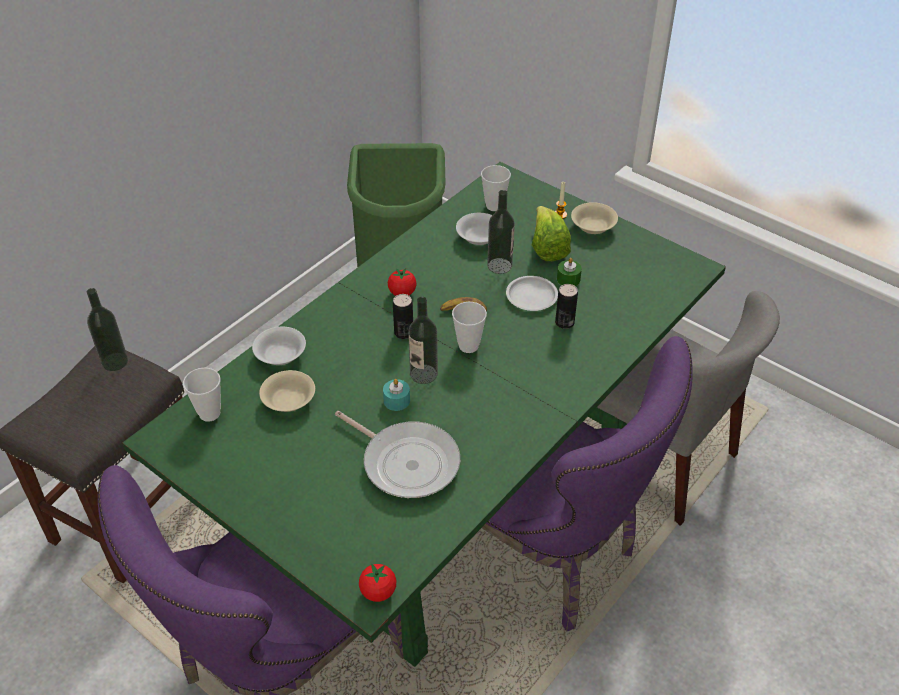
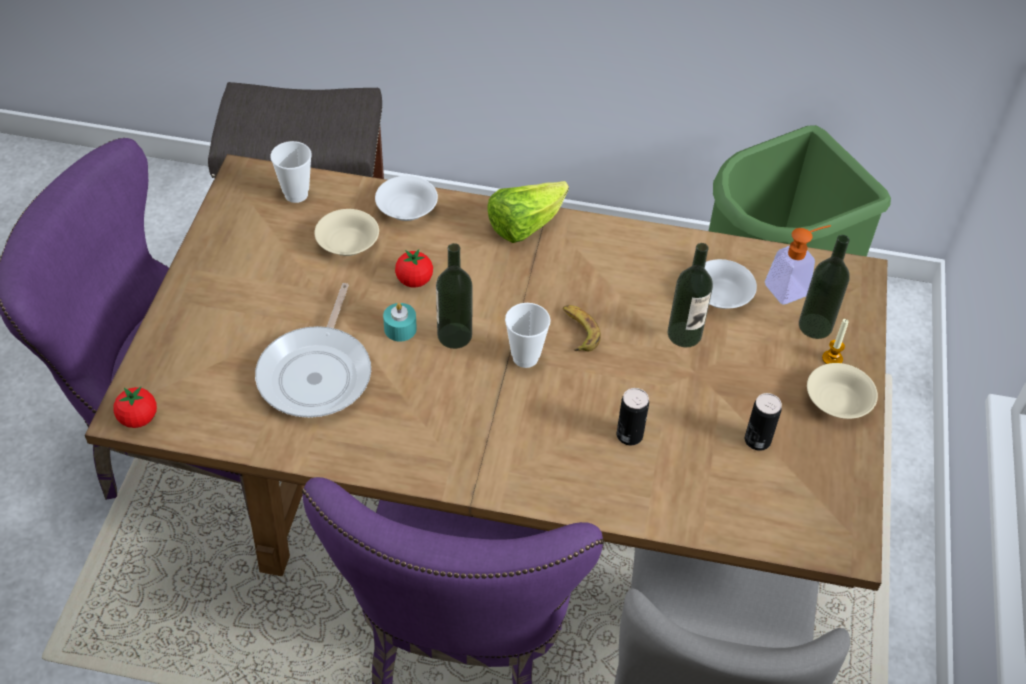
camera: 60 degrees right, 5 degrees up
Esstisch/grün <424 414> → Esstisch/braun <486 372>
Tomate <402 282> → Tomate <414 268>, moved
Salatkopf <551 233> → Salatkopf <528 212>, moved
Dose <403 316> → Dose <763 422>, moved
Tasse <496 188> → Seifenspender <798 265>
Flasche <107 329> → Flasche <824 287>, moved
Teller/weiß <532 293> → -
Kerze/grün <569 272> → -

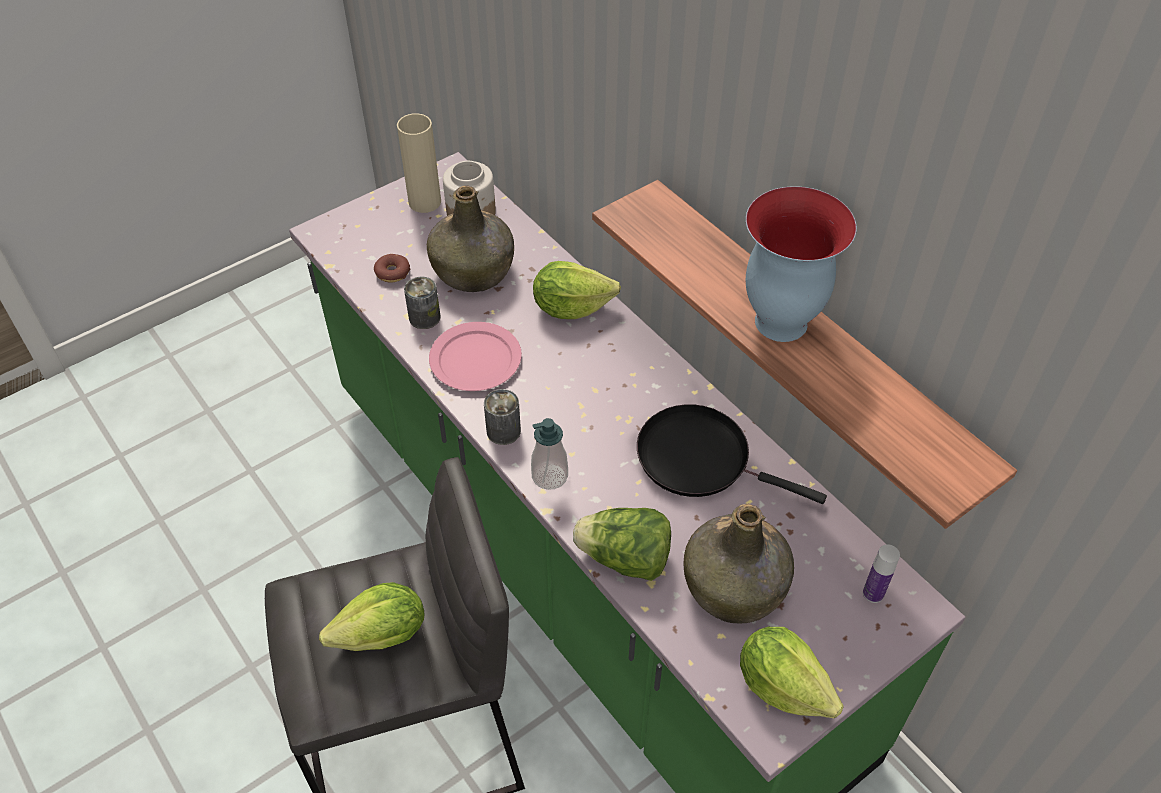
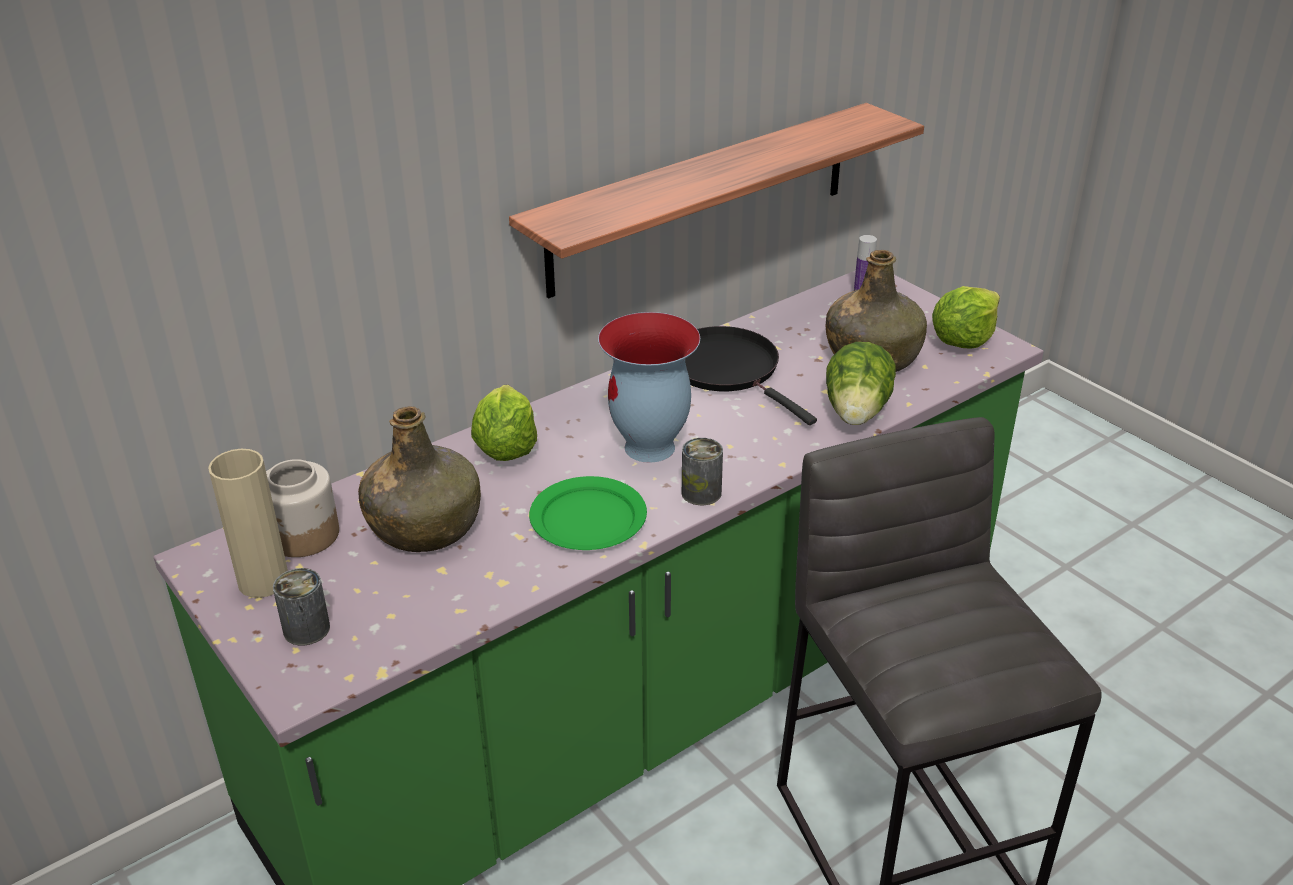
camera: 90 degrees left, 15 degrees down
Dose <422 303> → Dose <301 607>, moved
Teller/rosa <475 356> → Teller/grün <588 513>
Vase <801 264> → Vase <649 387>, moved
Pfanne/schwarz <732 454> → Pfanne/schwarz <751 375>, 120 degrees clockwise
Salatkopf <371 616> → -
Donut <392 268> → -
Seifenspender <549 454> → -

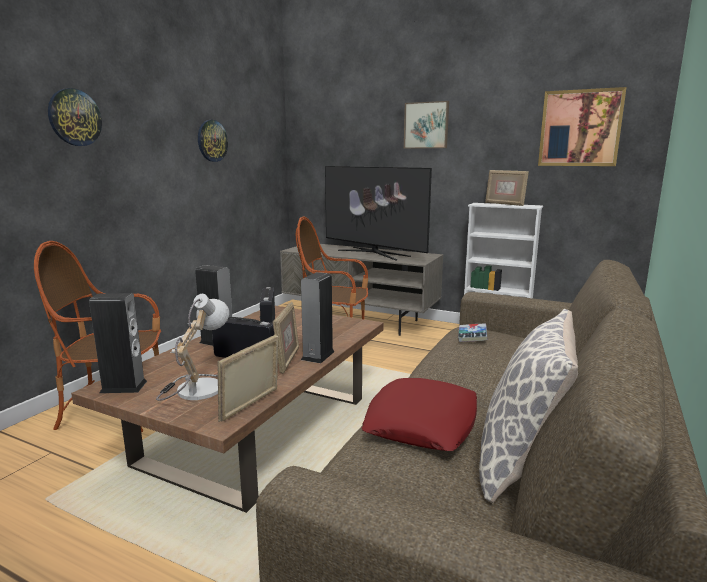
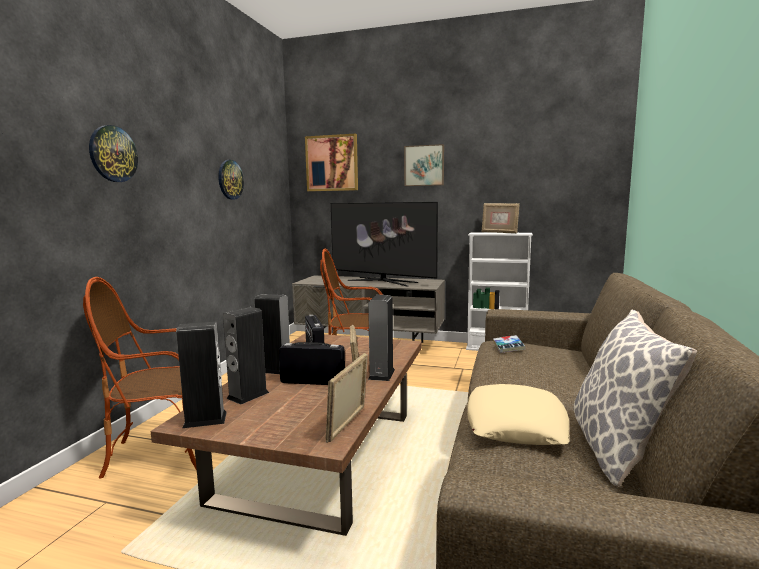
camera: 10 degrees left, 5 degrees down
- → Lautsprecher <246 356>
Bild <582 126> → Bild <331 162>, moved
Kissen/rot <419 414> → Kissen/beige <518 414>
Tischlampe <192 347> → -

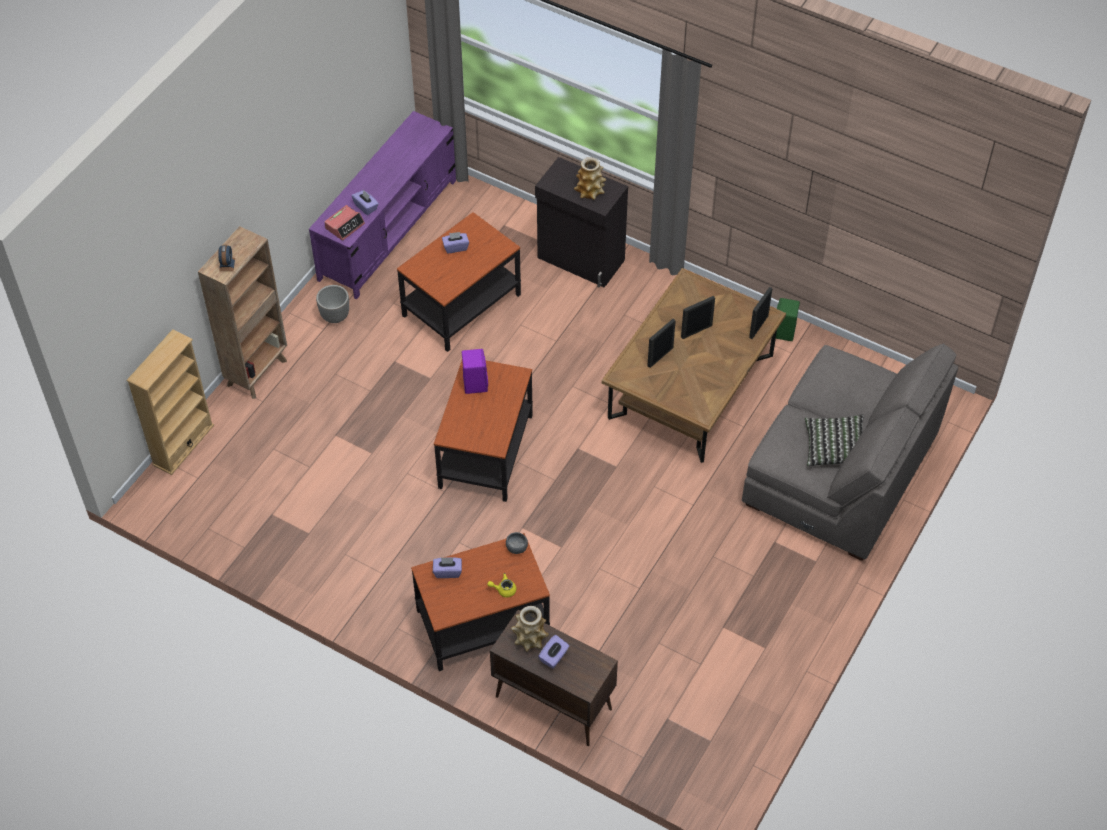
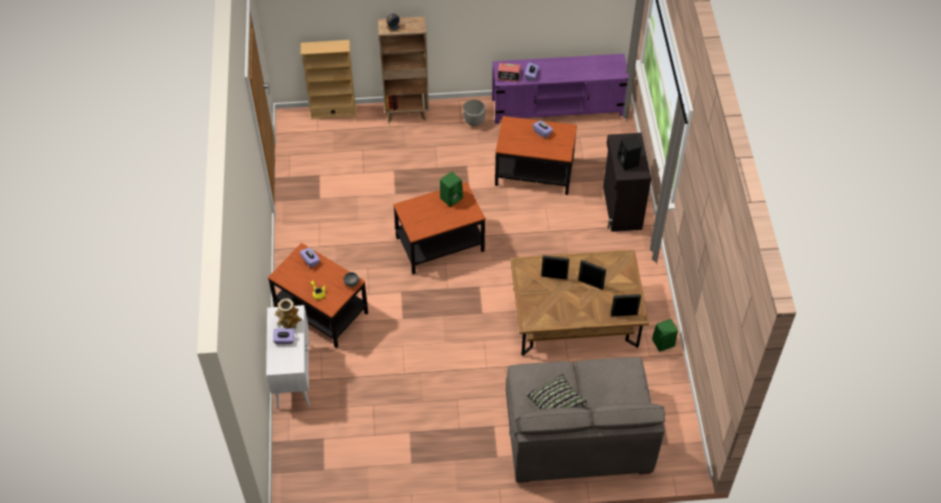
camera: 55 degrees right, 0 degrees up
Schrank/braun <554 678> → Schrank/weiß <288 357>
Lautsprecher/lila <475 371> → Lautsprecher/grün <451 189>
Vase <590 178> → Lautsprecher/schwarz <630 152>

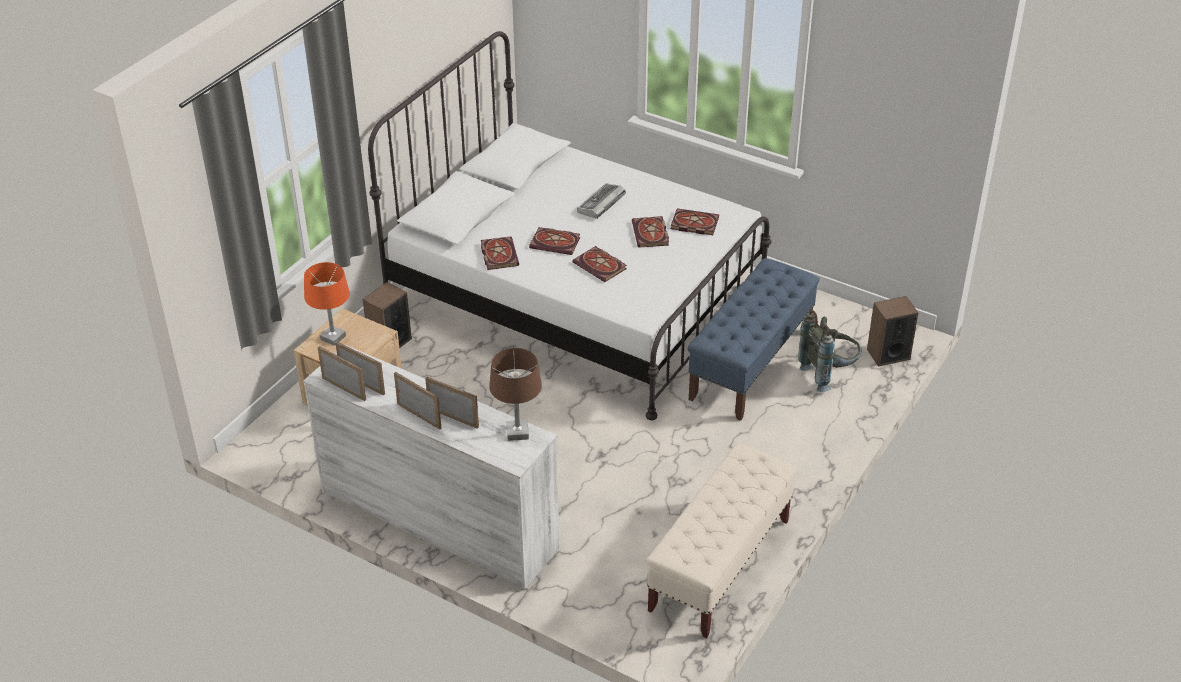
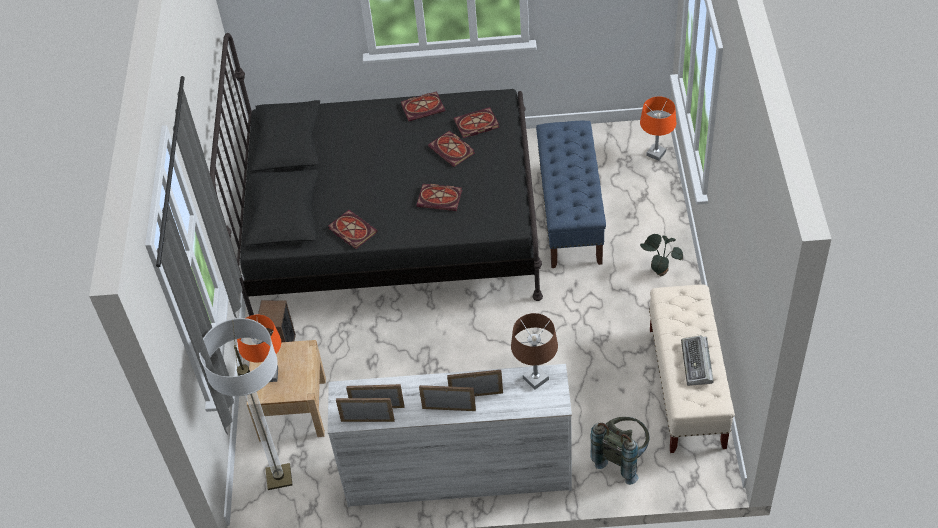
camera: 30 degrees left, 10 degrees up
- → Stehlampe <246 404>
Bett/weiß <569 225> → Bett/schwarz <376 174>
Buch <554 241> → Buch <423 106>, moved
Rucksack/grau <829 351> → Rucksack/grau <620 451>, moved
Lautsprecher <892 331> → Tischlampe/orange <658 128>
- → Topfpflanze <661 255>
Tastatur <601 201> → Tastatur <697 360>, moved

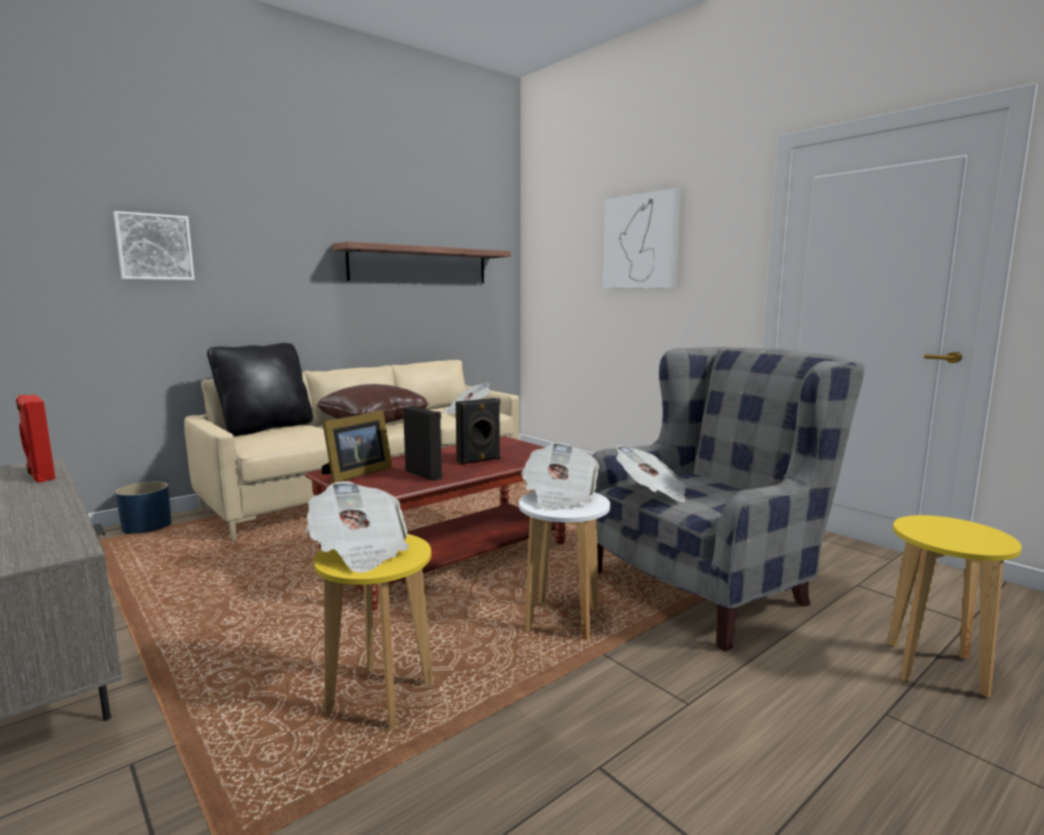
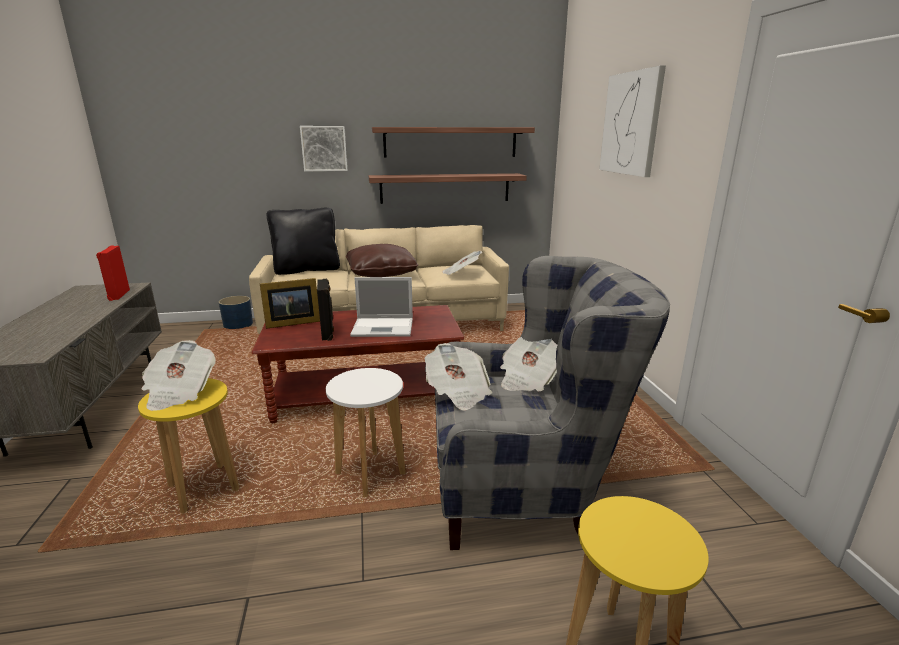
camera: 30 degrees right, 10 degrees up
Bild <154 245> → Bild <323 148>, moved
Lautsprecher/schwarz <478 431> → Laptop <381 307>
- → Wandregal <448 188>
Zeitung <560 476> → Zeitung <528 364>, moved

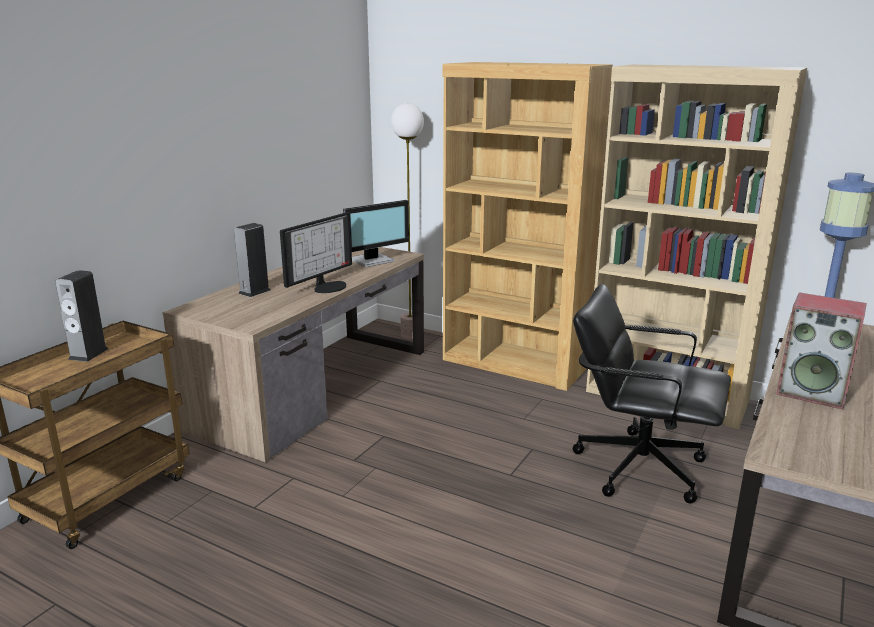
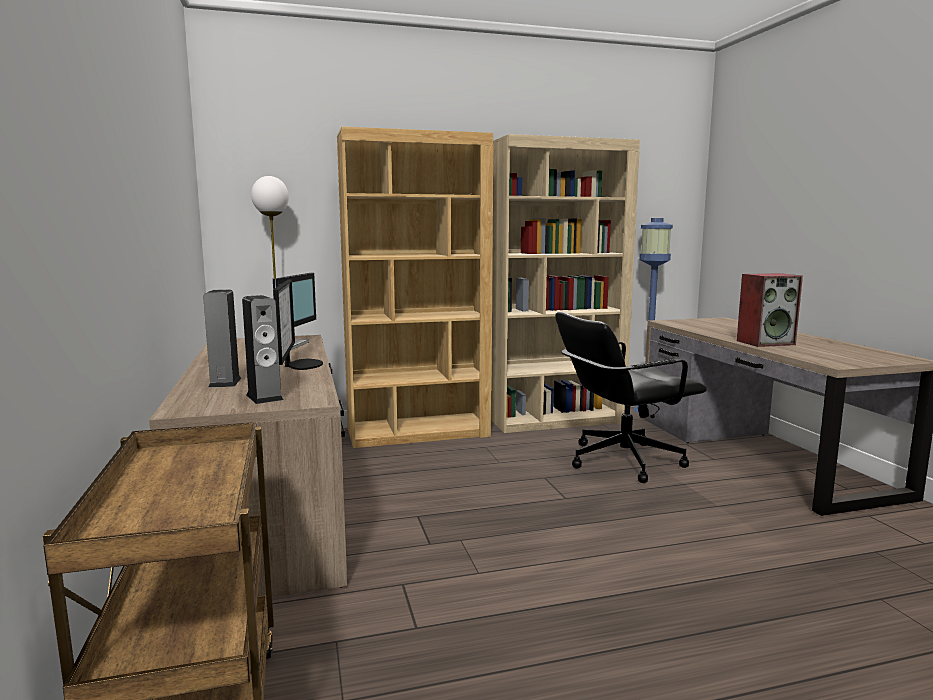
camera: 45 degrees left, 10 degrees down
Lautsprecher <81 316> → Lautsprecher <262 349>, moved

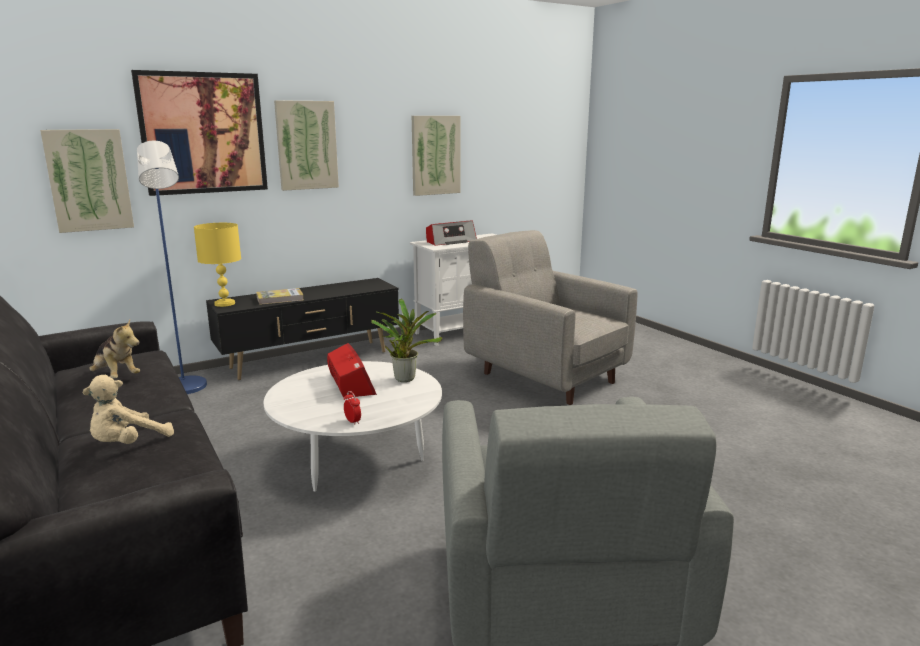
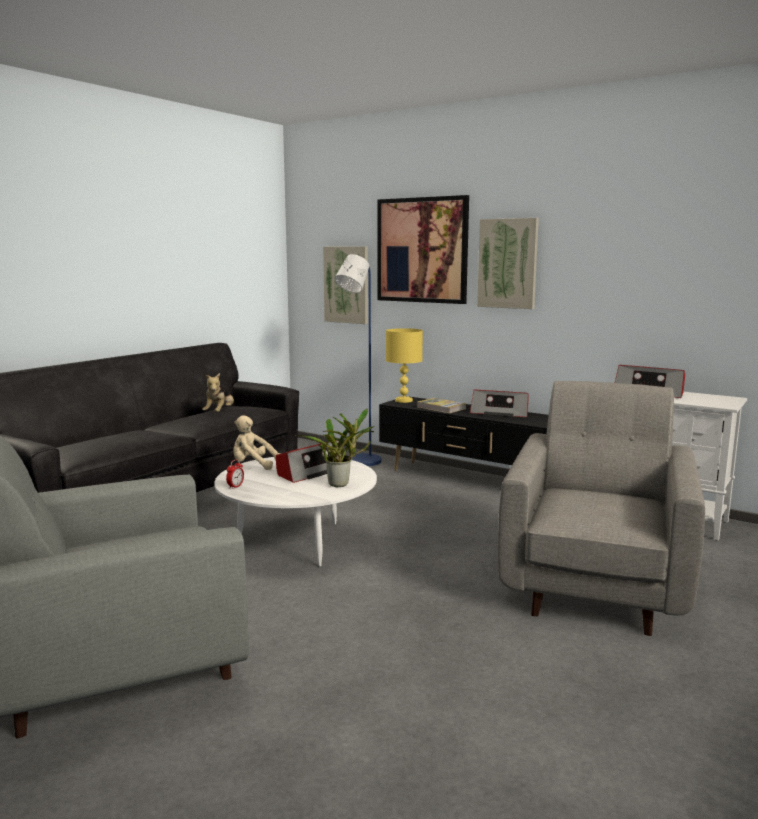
camera: 65 degrees right, 5 degrees down
Plüschtier/beige <128 409> → Plüschtier/beige <256 442>, moved
- → Radio <499 403>
Bild <436 156> → -

